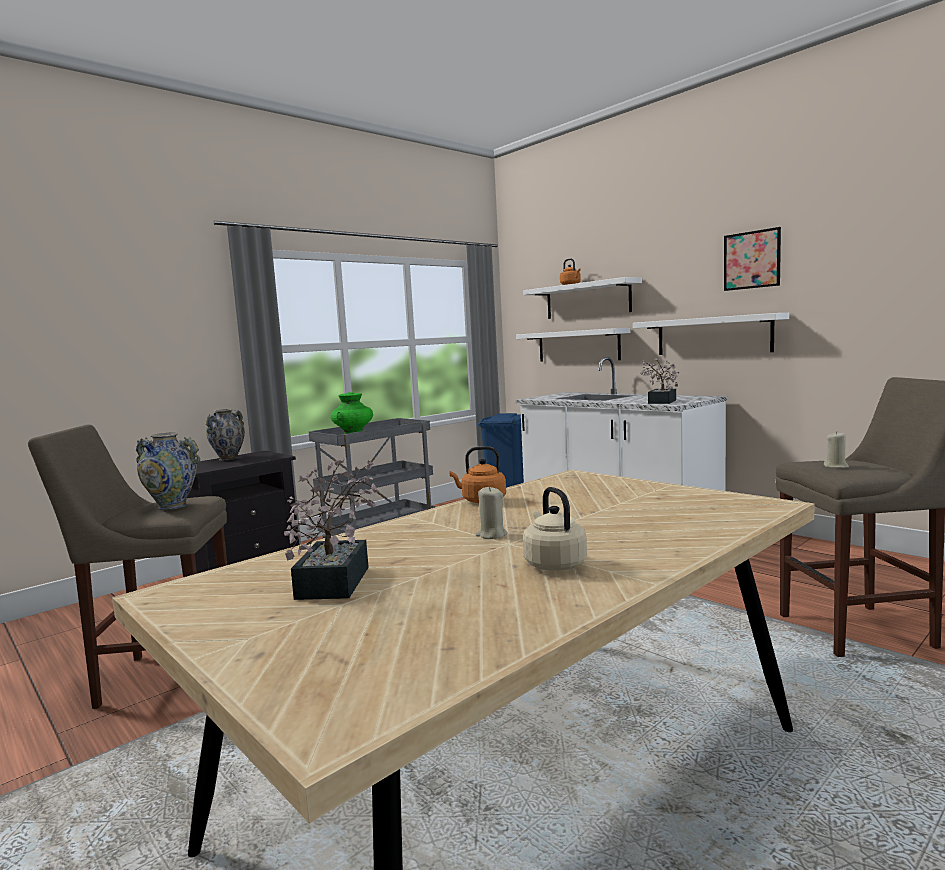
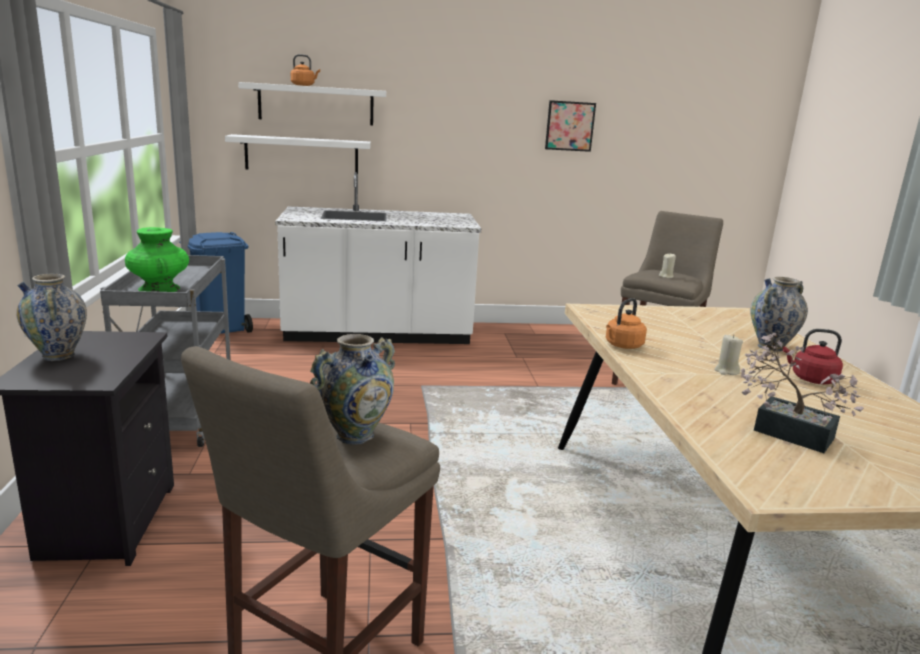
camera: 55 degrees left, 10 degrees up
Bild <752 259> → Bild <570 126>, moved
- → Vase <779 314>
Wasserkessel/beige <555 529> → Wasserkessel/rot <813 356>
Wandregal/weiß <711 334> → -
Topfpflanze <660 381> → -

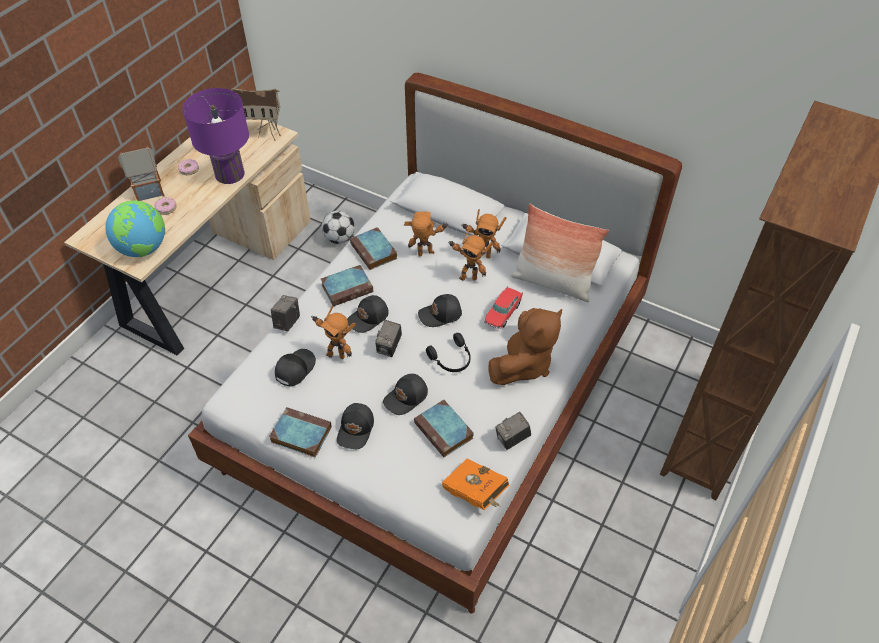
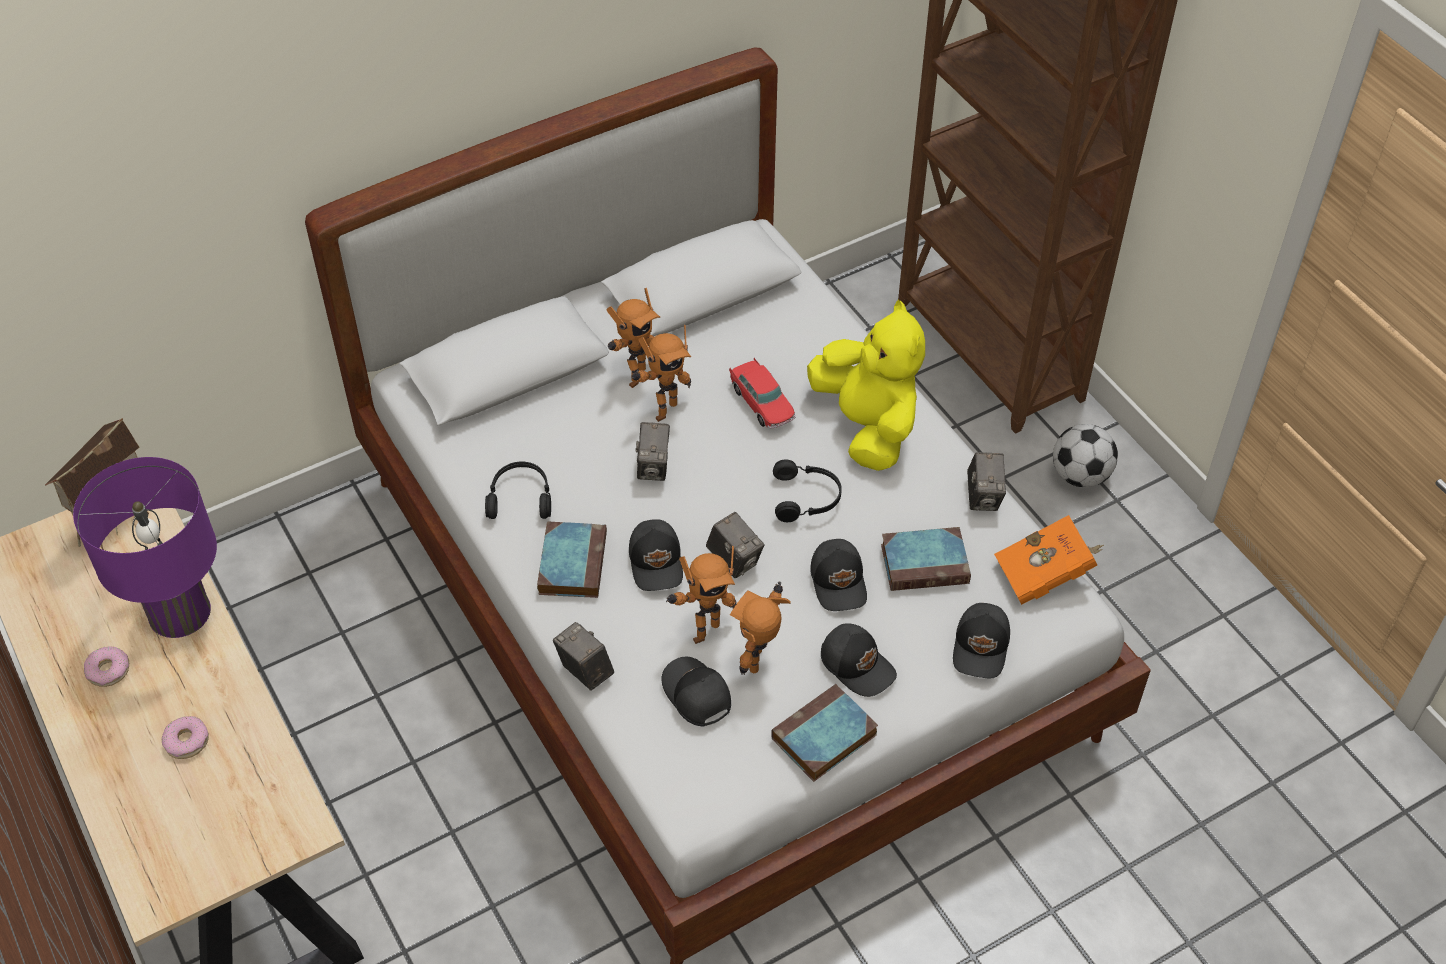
camera: 60 degrees left, 0 degrees up
Buch <373 248> → Kopfhörer/schwarz <518 490>
- → Kamera <652 451>
Spielzeugroboter <426 234> → Spielzeugroboter <760 628>, moved
Plüschtier/braun <525 346> → Plüschtier/gelb <866 385>
Kappe/schwarz <440 310> → Kappe/schwarz <981 641>, moved
Fußball <338 227> → Fußball <1085 455>, moved
Globus <135 228> → -
Spielzeughaus <141 174> → -
Kissen <560 253> → -

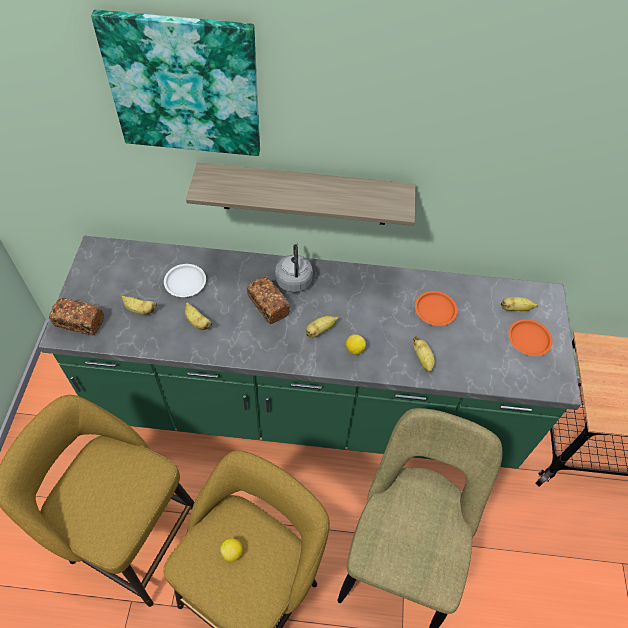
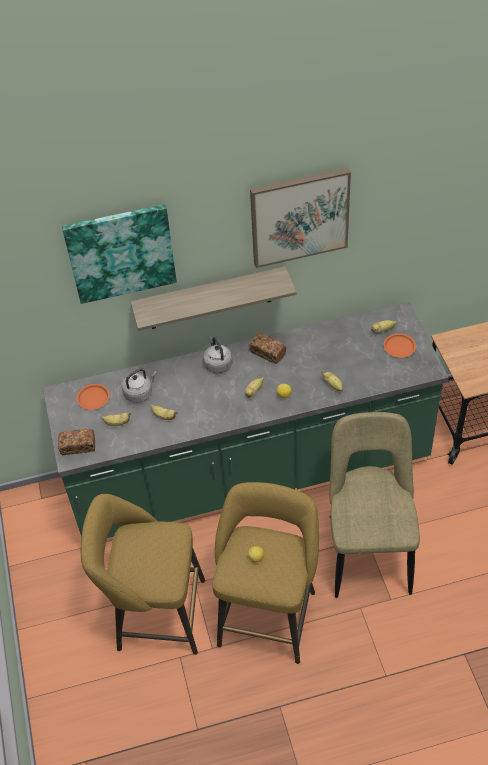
camera: 15 degrees left, 5 degrees down
Teller/orange <436 308> → Teller/orange <93 397>, moved
Teller/weiß <185 280> → Wasserkessel/grau <139 385>
- → Bild <300 218>
Brot <268 300> → Brot <268 348>, moved

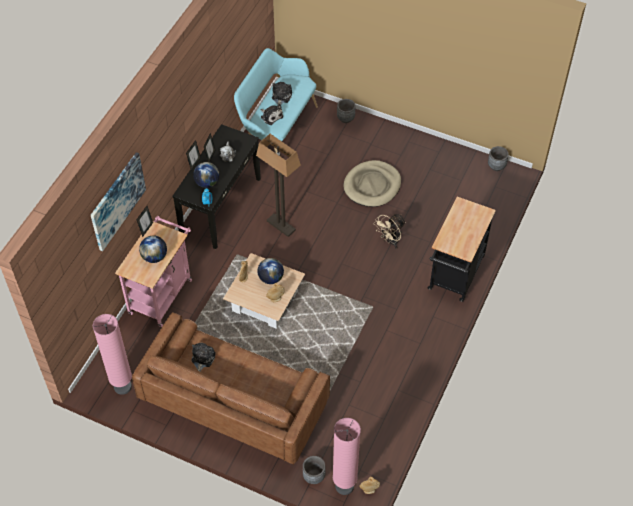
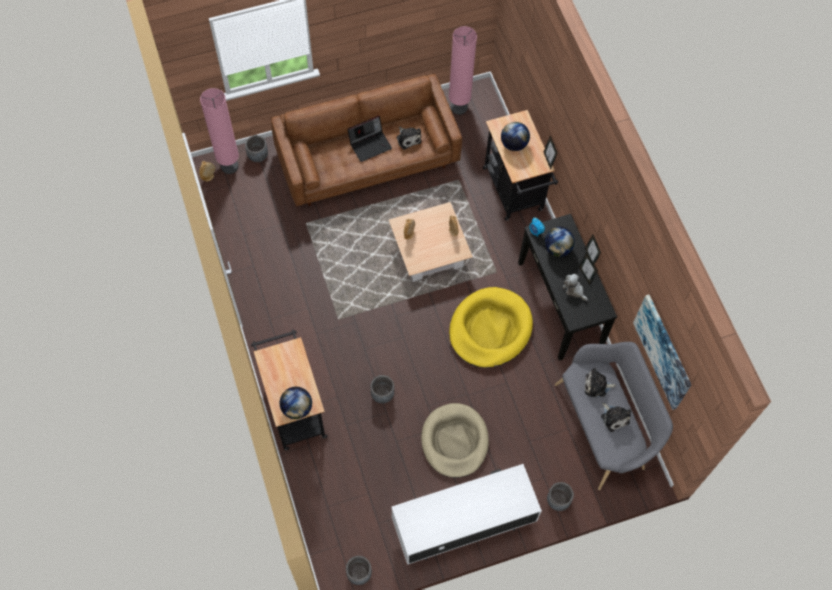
camera: 135 degrees right, 10 degrees up
Globus <270 271> → Globus <296 403>, moved
- → Laptop <369 138>
Ventilator/beige <391 231> → Pflanzkübel/grau <382 389>
- → Fernsehschrank/weiß <467 514>
Stehlampe <278 185> → Hundebett/gelb <491 327>
Rollwagen/rosa <153 271> → Rollwagen/schwarz <520 165>
Bank/türkis <276 100> → Bank/grau <614 416>
Bild <118 201> → Bild <662 352>, moved

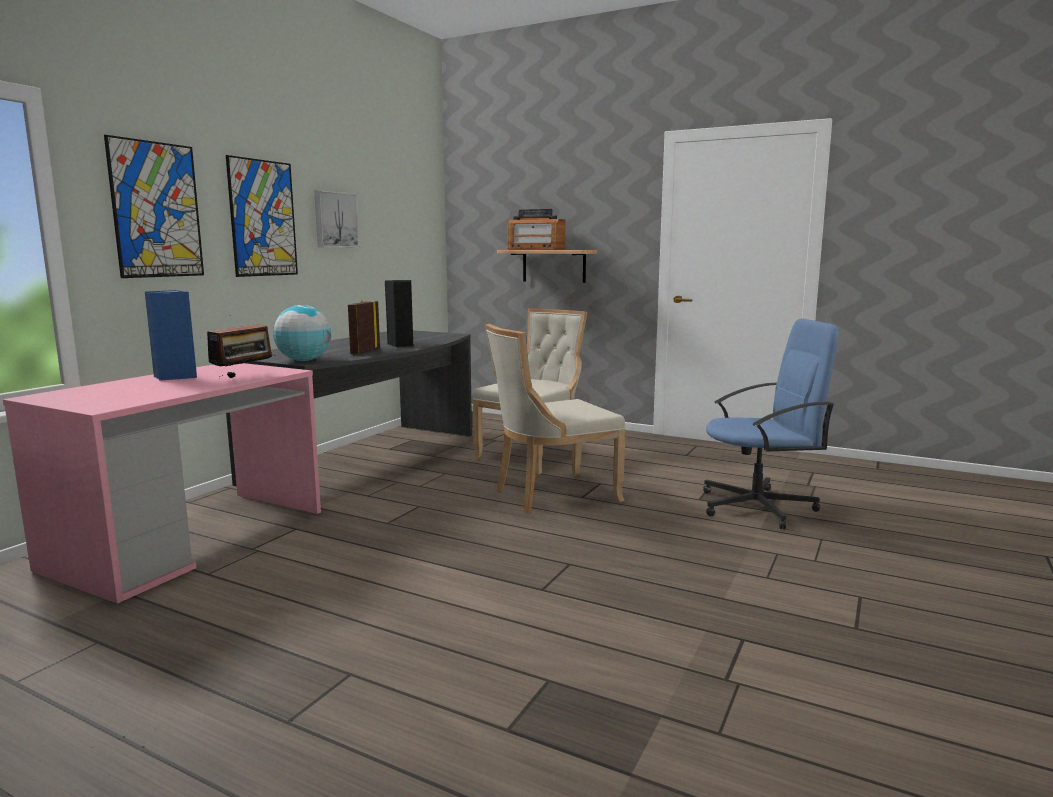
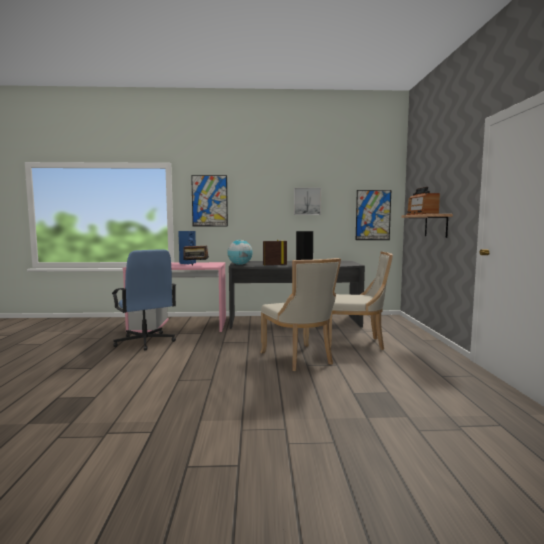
camera: 60 degrees right, 5 degrees down
Bürostuhl/blau <771 423> → Bürostuhl/blau <144 299>, moved
Stuhl/beige <555 418> → Stuhl/beige <300 314>, 150 degrees counterclockwise
Bild <262 216> → Bild <373 215>, moved

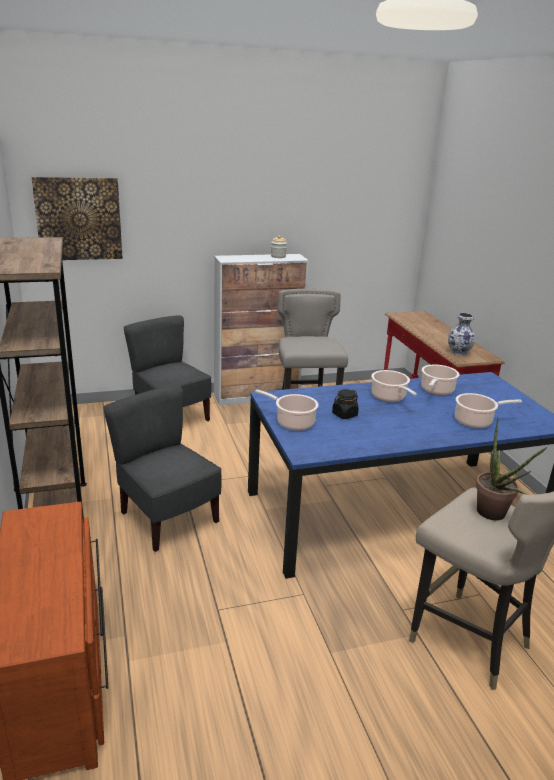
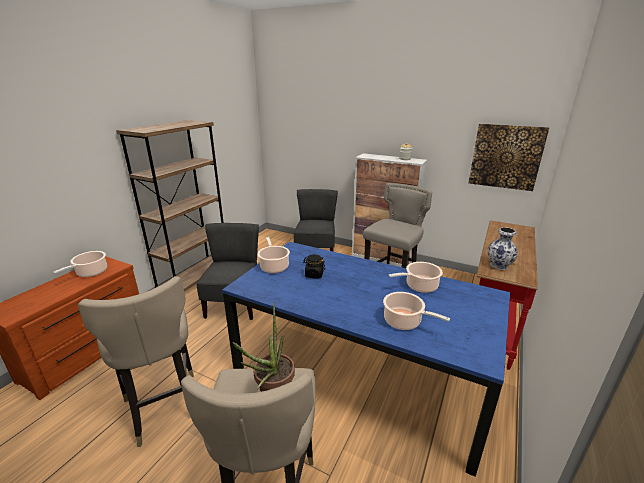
camera: 45 degrees right, 0 degrees up
Kochtopf <394 386> → Kochtopf <80 264>, moved
- → Hocker/beige <136 361>
Bild <77 218> → Bild <508 157>, moved

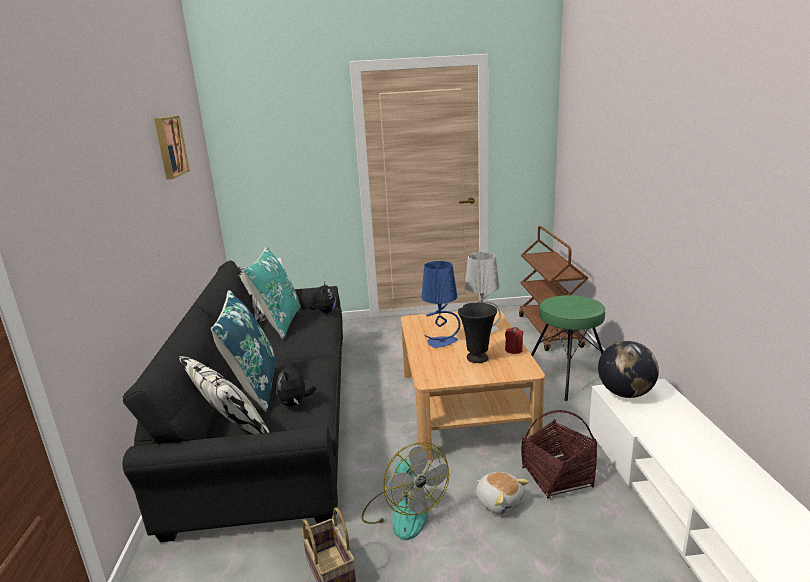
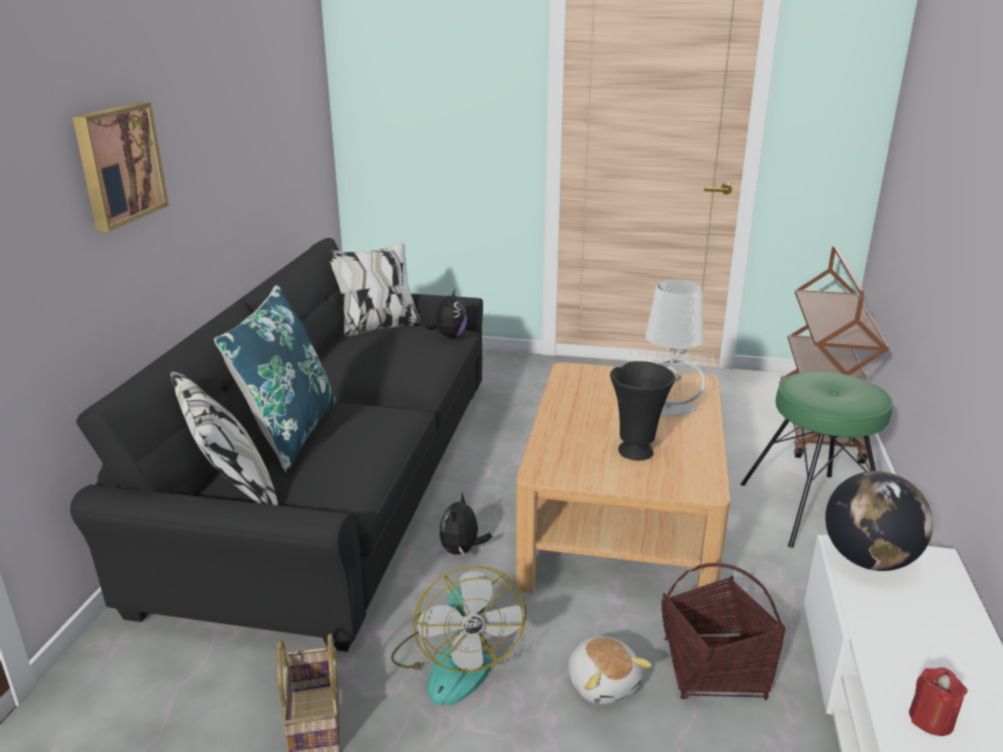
camera: 15 degrees right, 5 degrees up
Bild <172 148> → Bild <121 167>, moved
Plüschtier <296 383> → Plüschtier <465 524>, moved
Kerze/rot <514 340> → Kerze/rot <938 701>, moved
Kissen/türkis <272 292> → -
Tischlampe/blau <441 304> → -

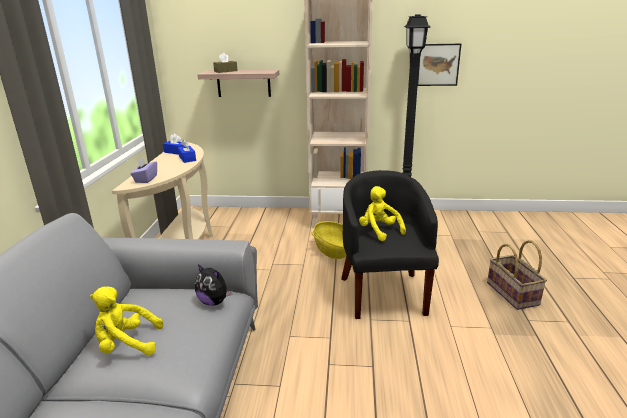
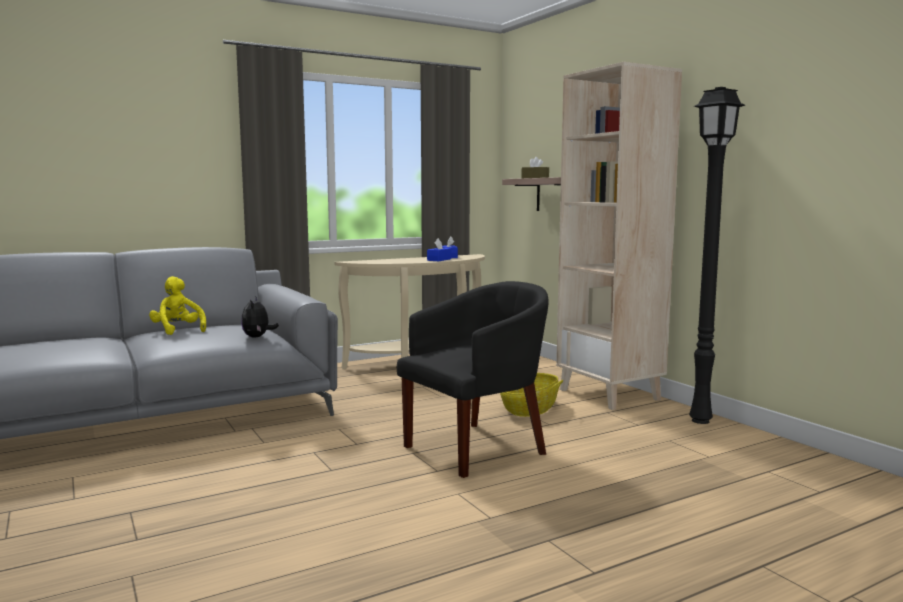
camera: 55 degrees right, 15 degrees down
Taschentuchbox/lila <143 170> → -
Plüschtier/gelb <382 213> → -
Bild <439 65> → -
Korb <517 275> → -

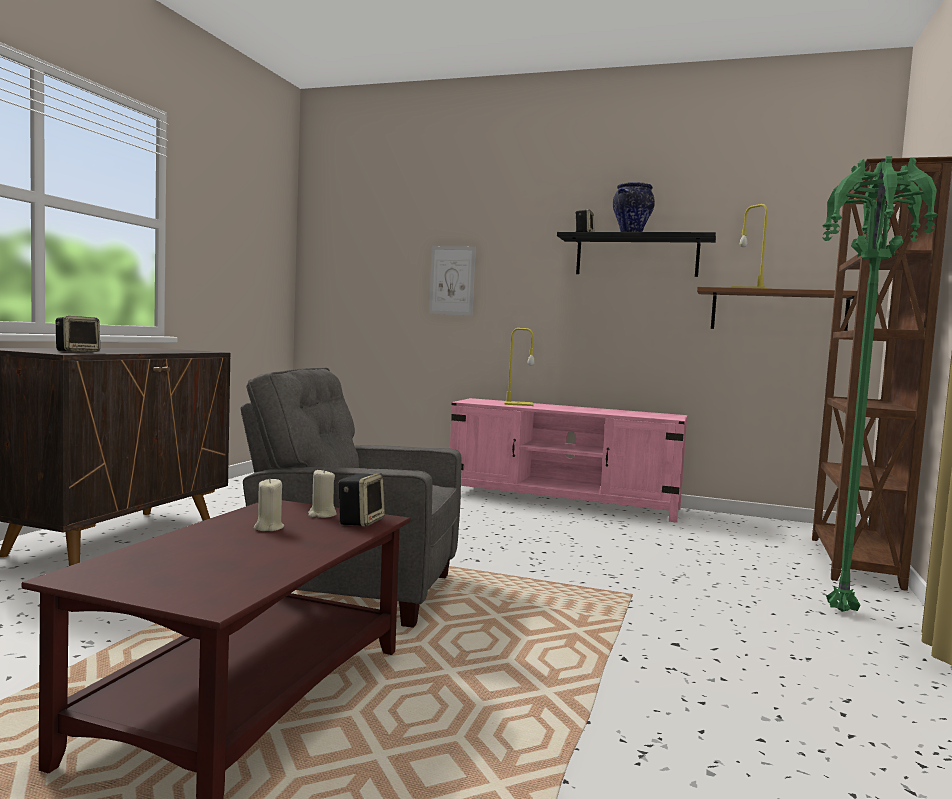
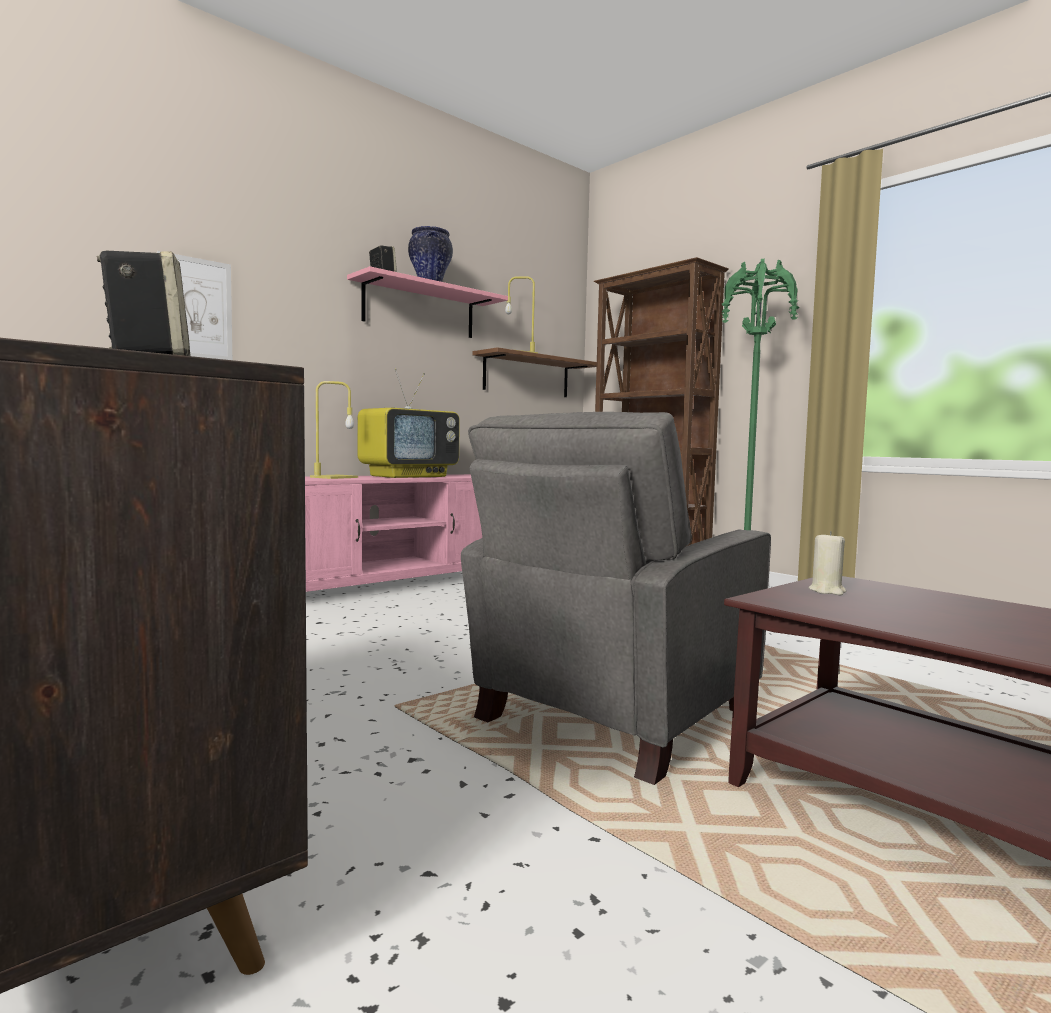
camera: 60 degrees left, 0 degrees up
Wandregal/schwarz <636 254> → Wandregal/rosa <427 302>
- → Fernseher <409 423>
Kerze/beige <269 504> → -
Lautsprecher <361 500> → -

